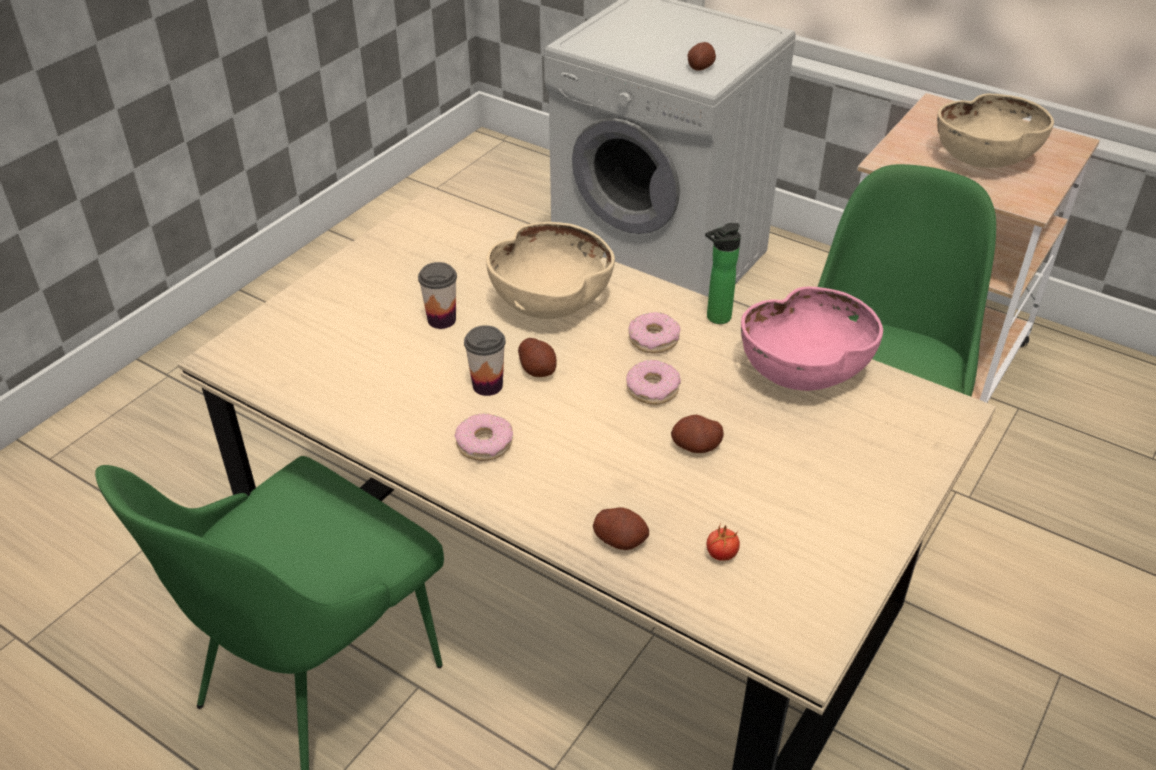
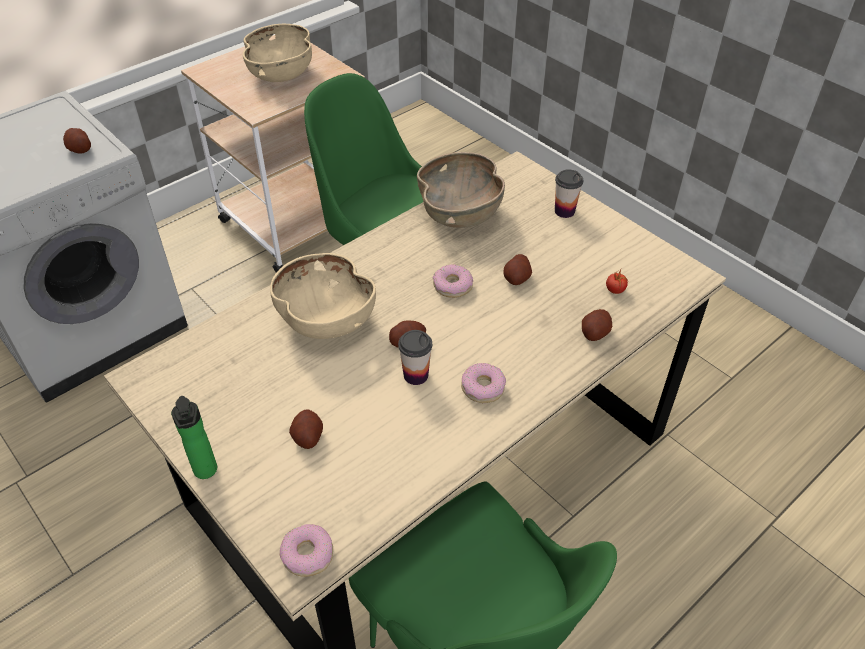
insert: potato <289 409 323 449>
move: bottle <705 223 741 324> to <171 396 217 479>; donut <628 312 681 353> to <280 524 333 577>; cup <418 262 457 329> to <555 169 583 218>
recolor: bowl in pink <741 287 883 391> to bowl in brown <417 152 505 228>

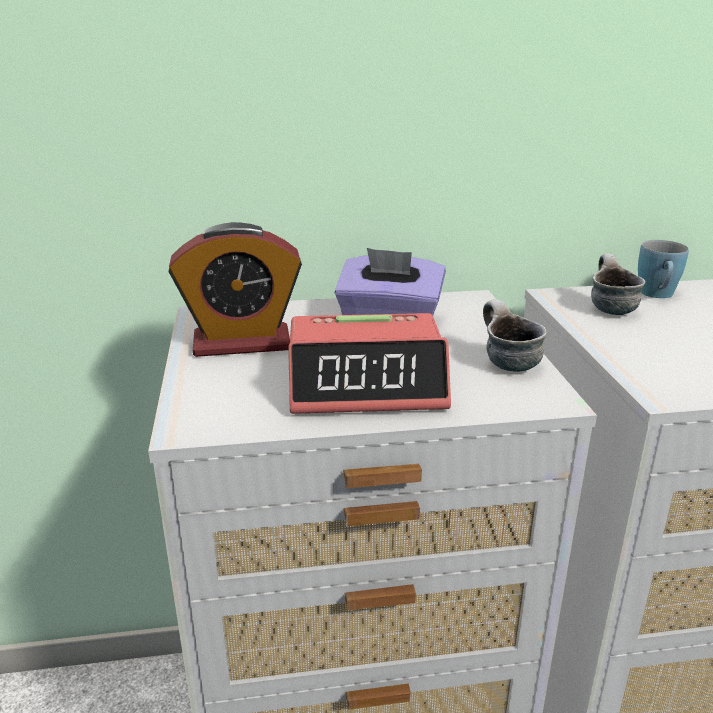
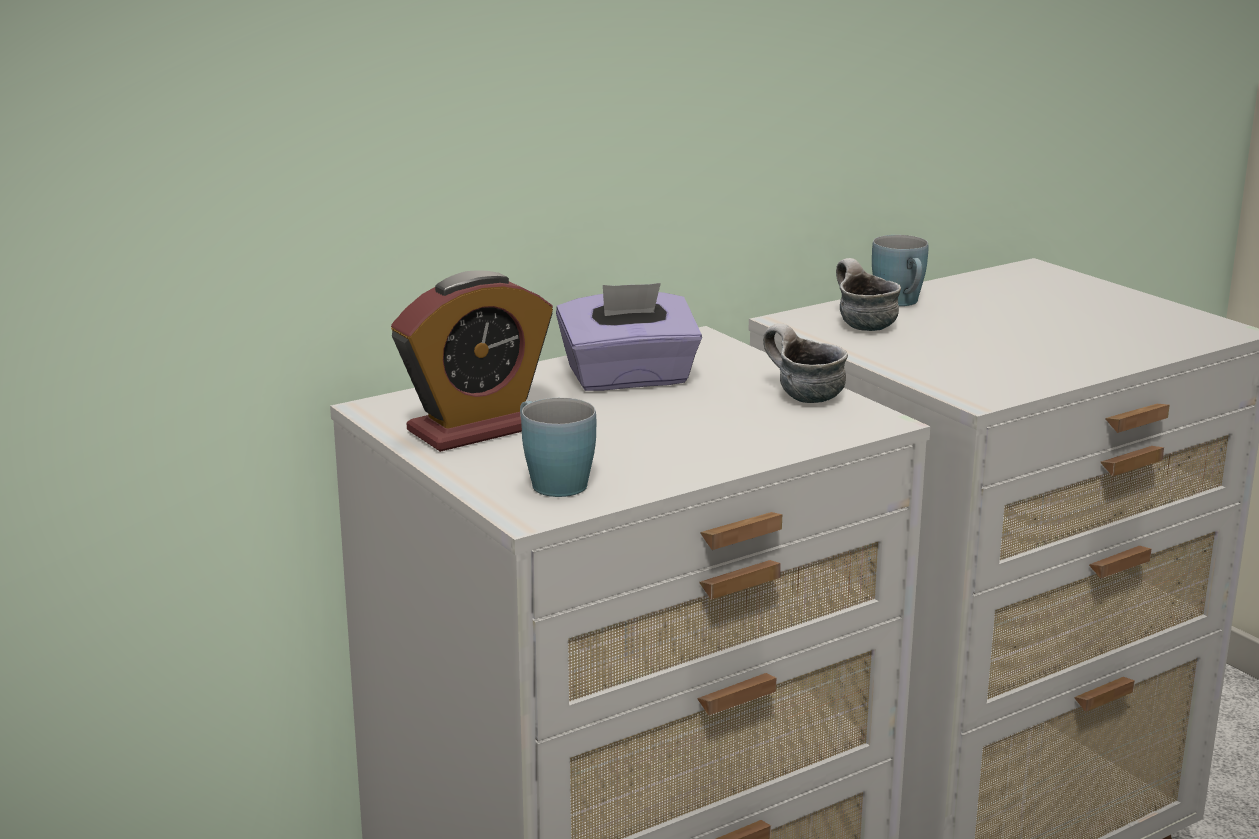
delete: alarm clock <288 313 451 414>
insert: mug in blue <520 398 596 497>

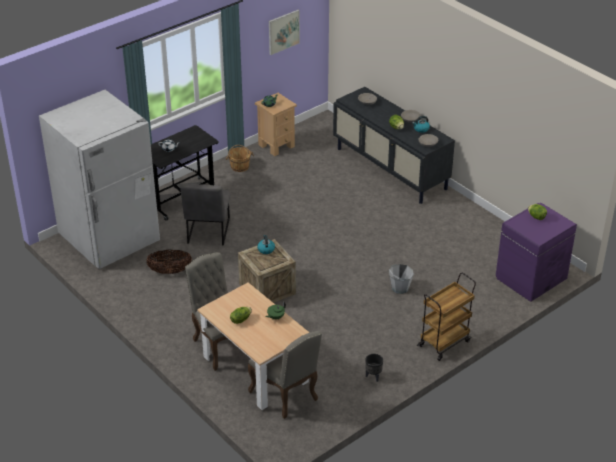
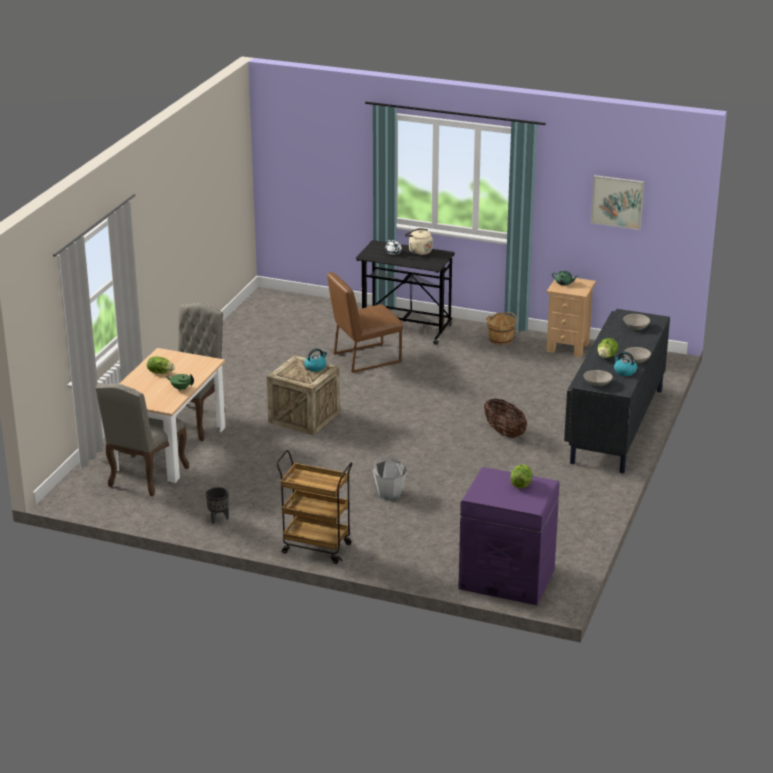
delete: fridge in white <39 89 160 269>
insert: kettle in beige <404 228 433 255>
move: basket <146 249 192 274> to <484 399 527 438>
recolor: chair in grey <180 184 231 245> to chair in brown <327 272 403 373>

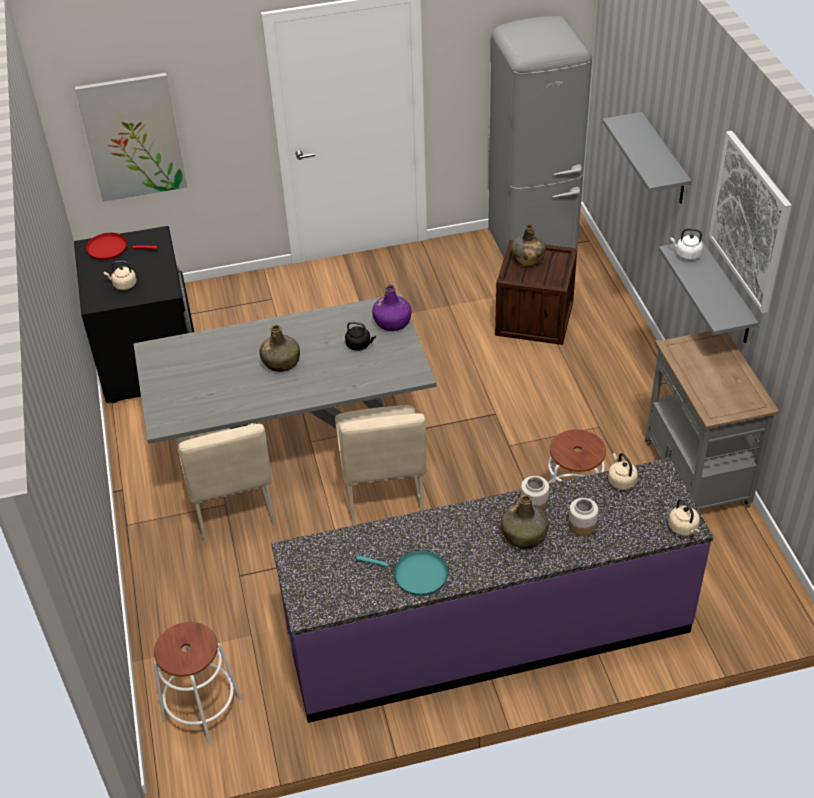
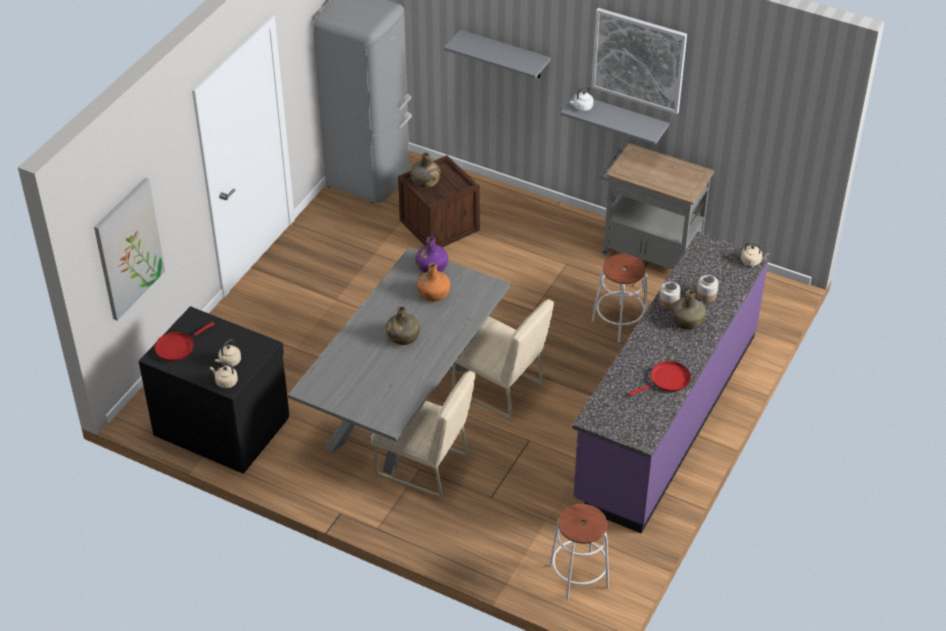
move: kettle in beige <608 453 638 490> to <210 362 238 388>
replace: kettle in black <345 322 376 351> to bottle in orange <417 263 450 302>
recolor: frying pan in turquoise <356 550 449 596> to frying pan in red <629 361 691 396>

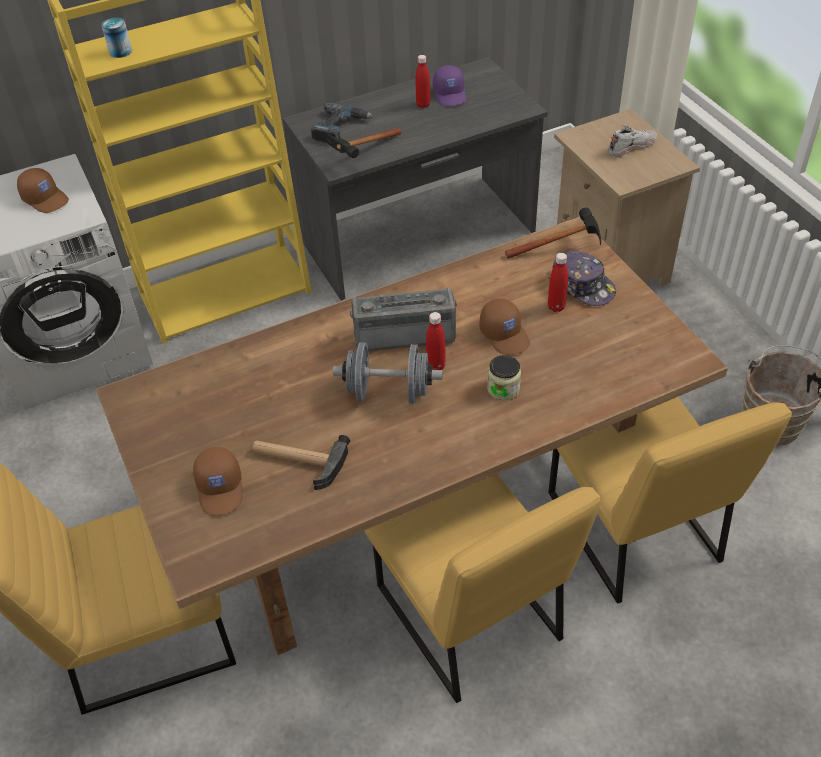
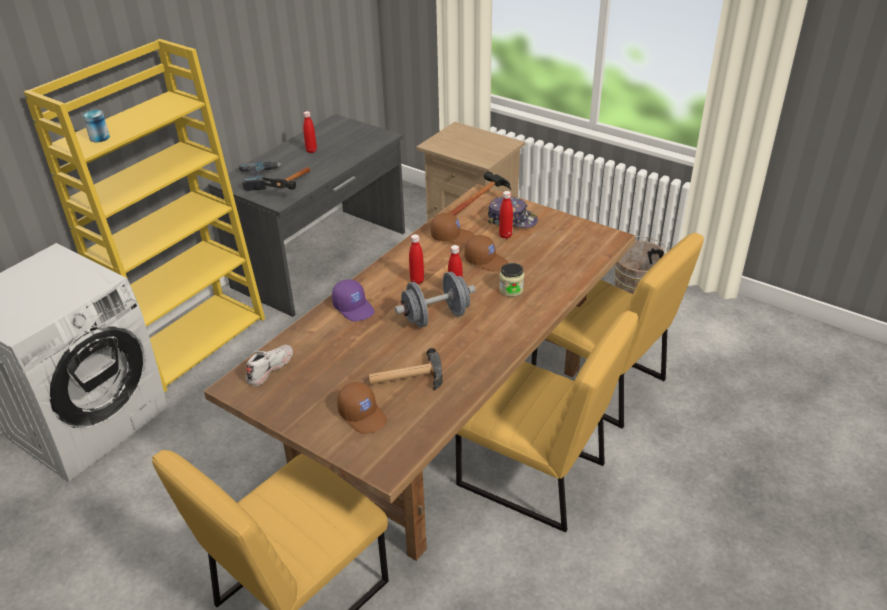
move: shoe in white <608 125 657 158> to <245 345 293 386>; cap in purple <433 65 466 106> to <332 279 375 322>; cap in brown <17 168 69 213> to <431 213 474 244>
replace: radio <350 288 457 351> to bottle in red <409 234 424 284>

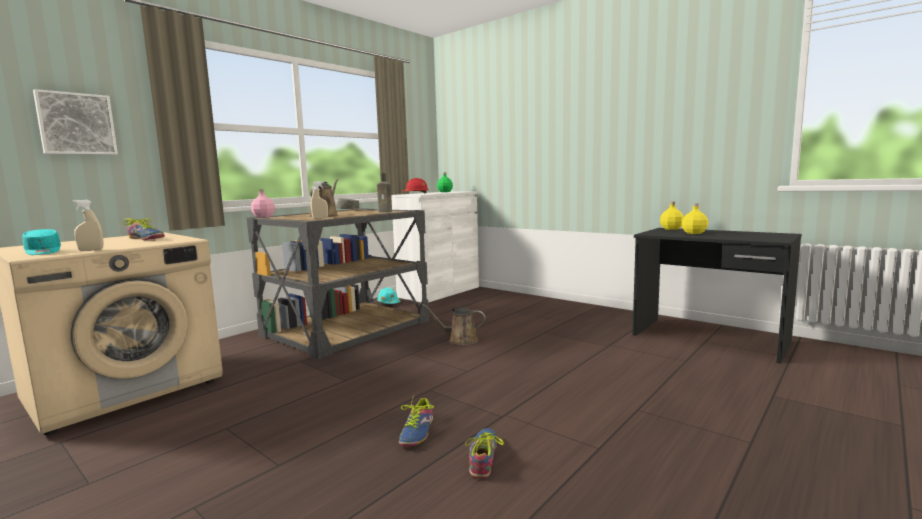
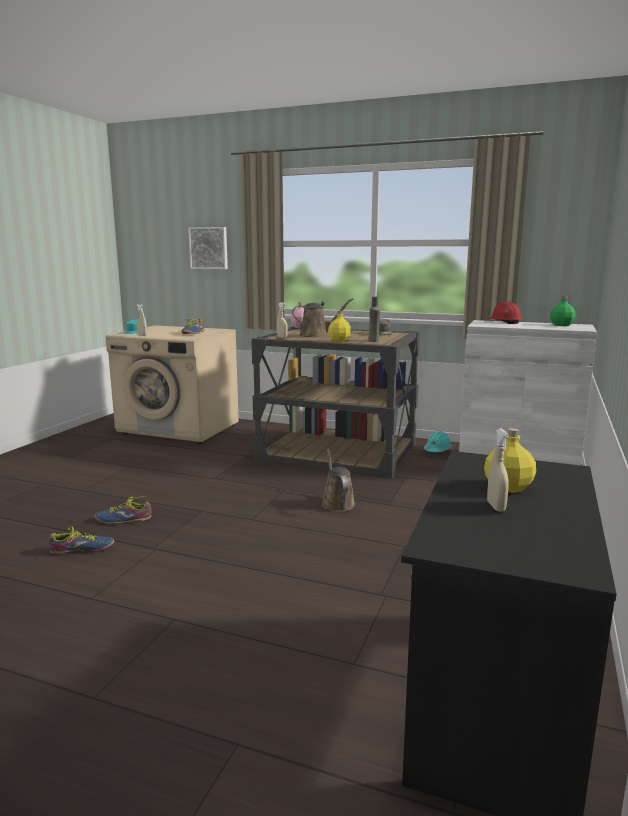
insert: spray bottle in beige <487 428 509 512>
move: bottle in yellow <660 202 684 230> to <328 311 351 341>

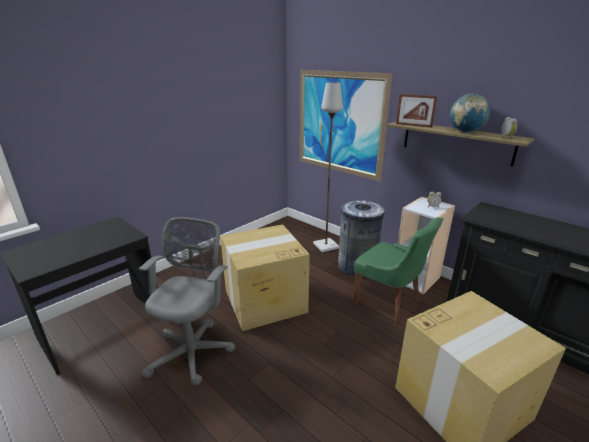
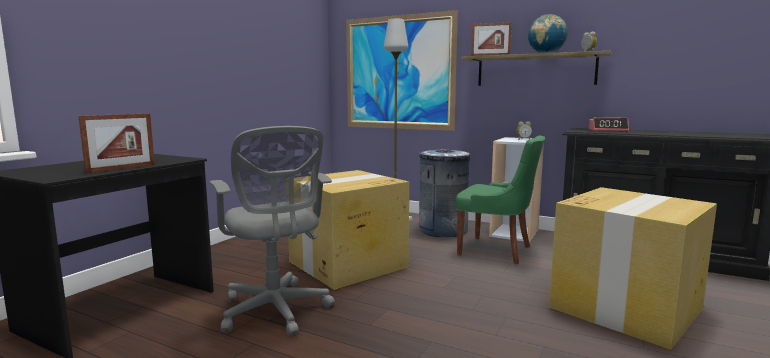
insert: picture frame <78 113 155 173>; alarm clock <589 117 629 132>
rotate: office chair in grey <139 217 235 385> = <210 126 335 336> 150 degrees clockwise

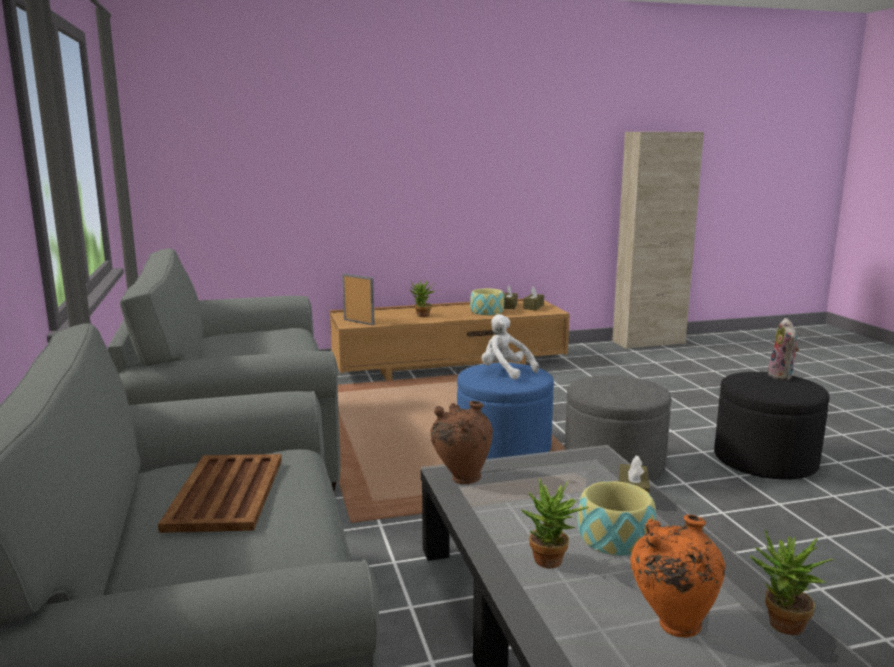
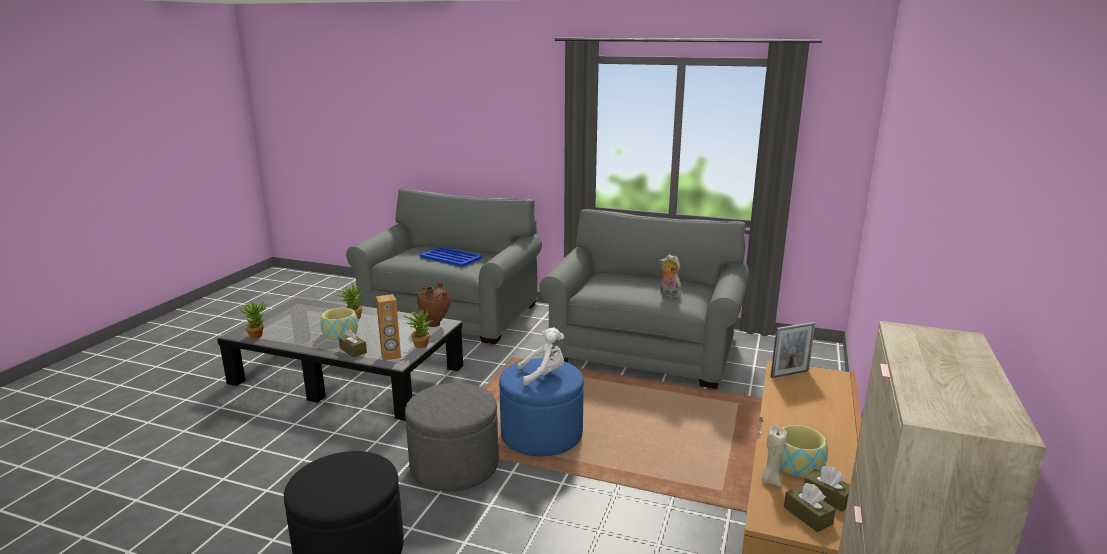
delete: vase in orange <630 515 725 638>
insert: speaker in brown <376 294 401 361>; candle in beige <761 425 787 487>
move: potted plant <410 280 435 317> to <403 307 433 348>; plush toy <768 318 799 380> to <659 254 681 298>
recolor: tray in brown <158 454 282 533> to tray in blue <420 247 483 267>

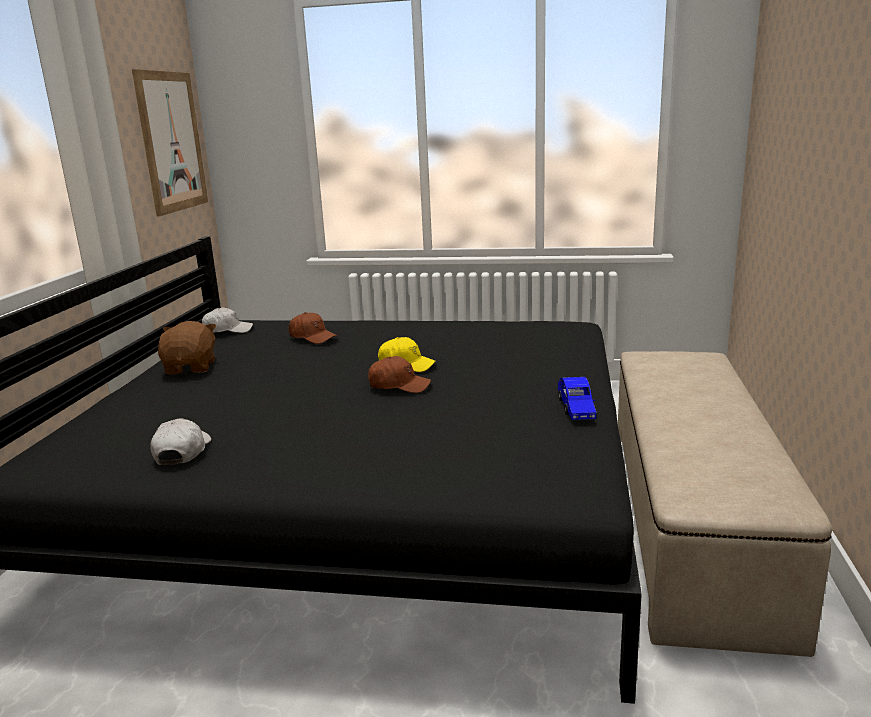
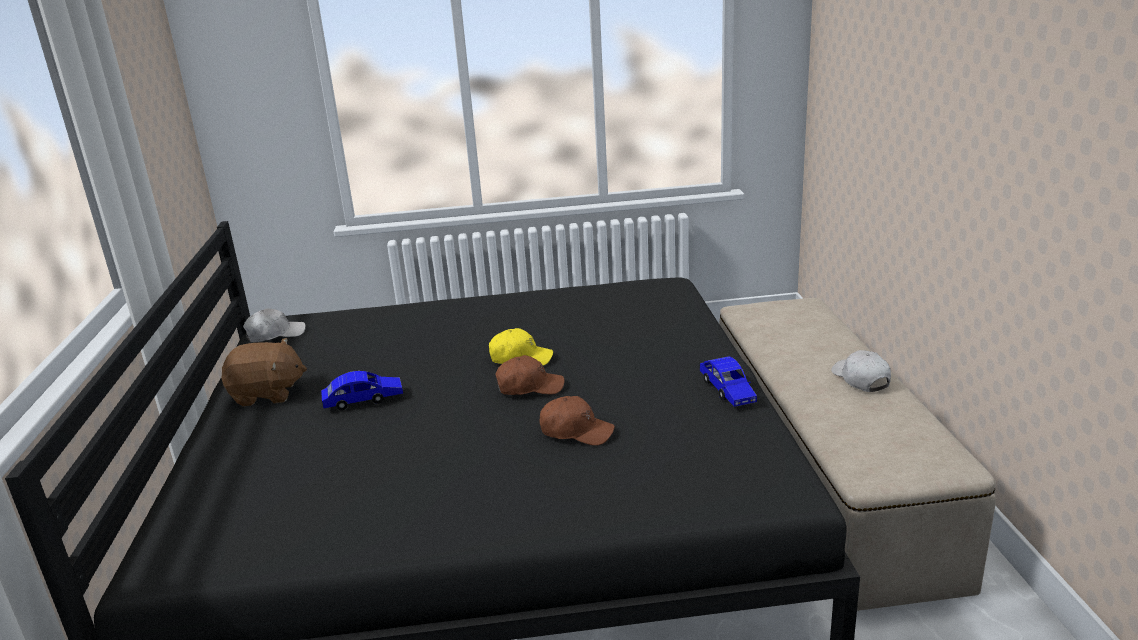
delete: picture <132 69 208 216>
insert: toy car in blue <321 371 403 410>
move: cap in brown <288 312 338 344> to <539 396 615 446>; cap in white <150 418 211 465> to <831 350 891 392>
rotate: plush toy in brown <158 321 216 375> = <222 338 307 407> 105 degrees clockwise

